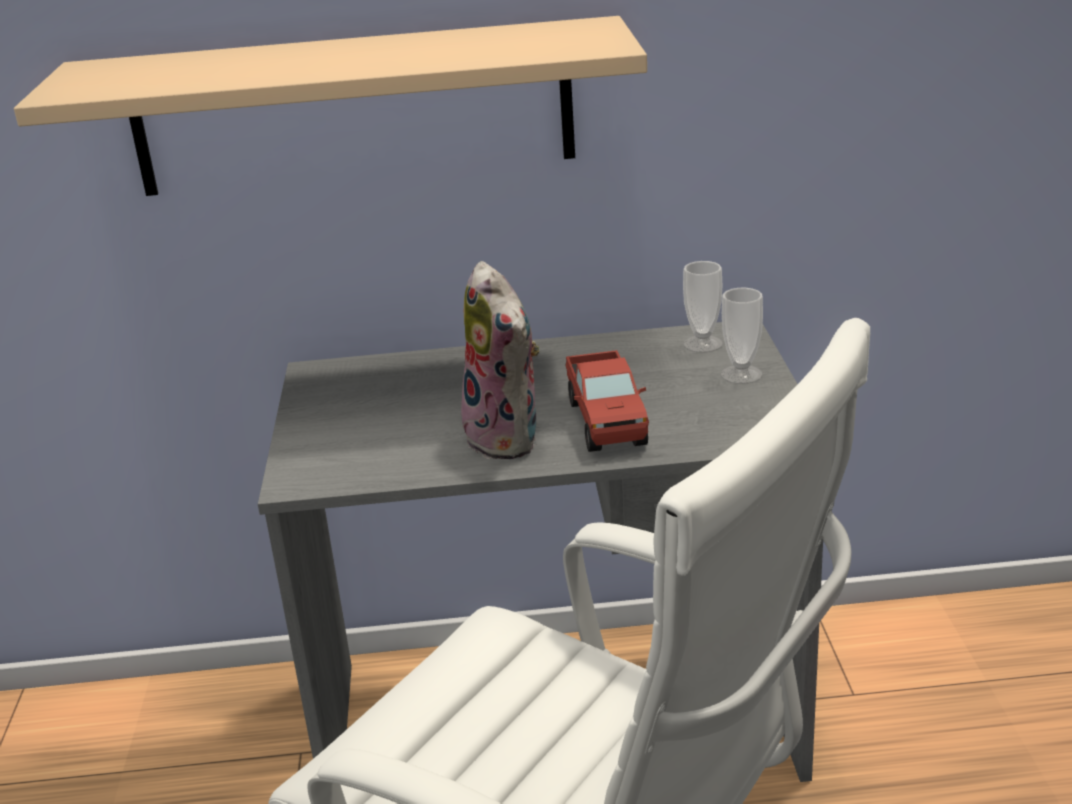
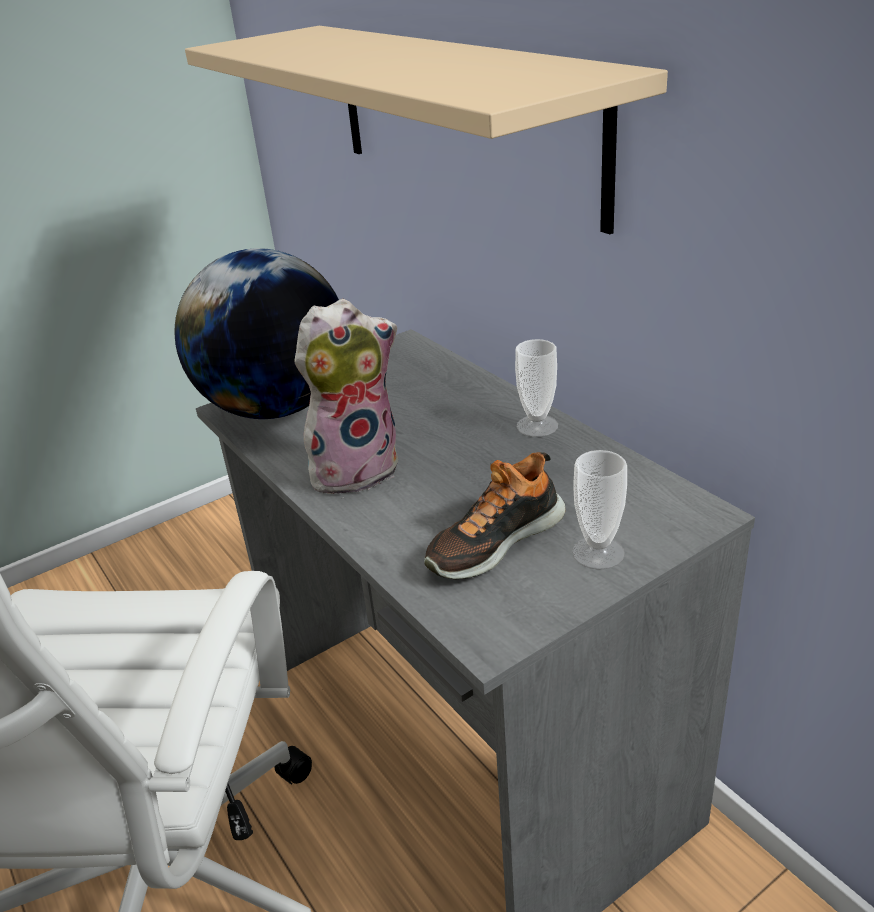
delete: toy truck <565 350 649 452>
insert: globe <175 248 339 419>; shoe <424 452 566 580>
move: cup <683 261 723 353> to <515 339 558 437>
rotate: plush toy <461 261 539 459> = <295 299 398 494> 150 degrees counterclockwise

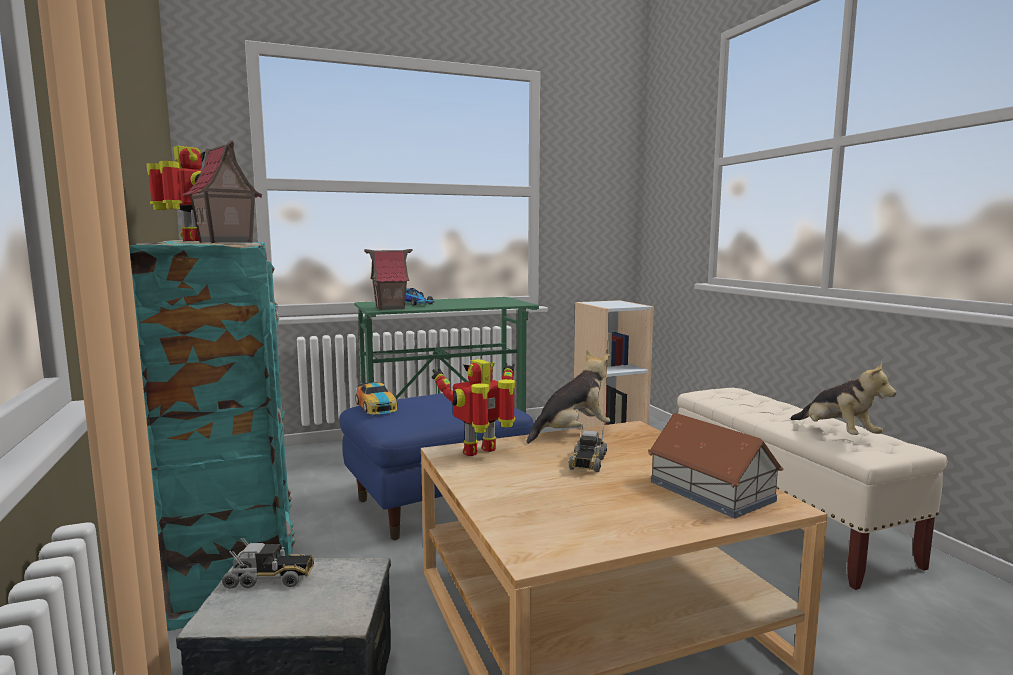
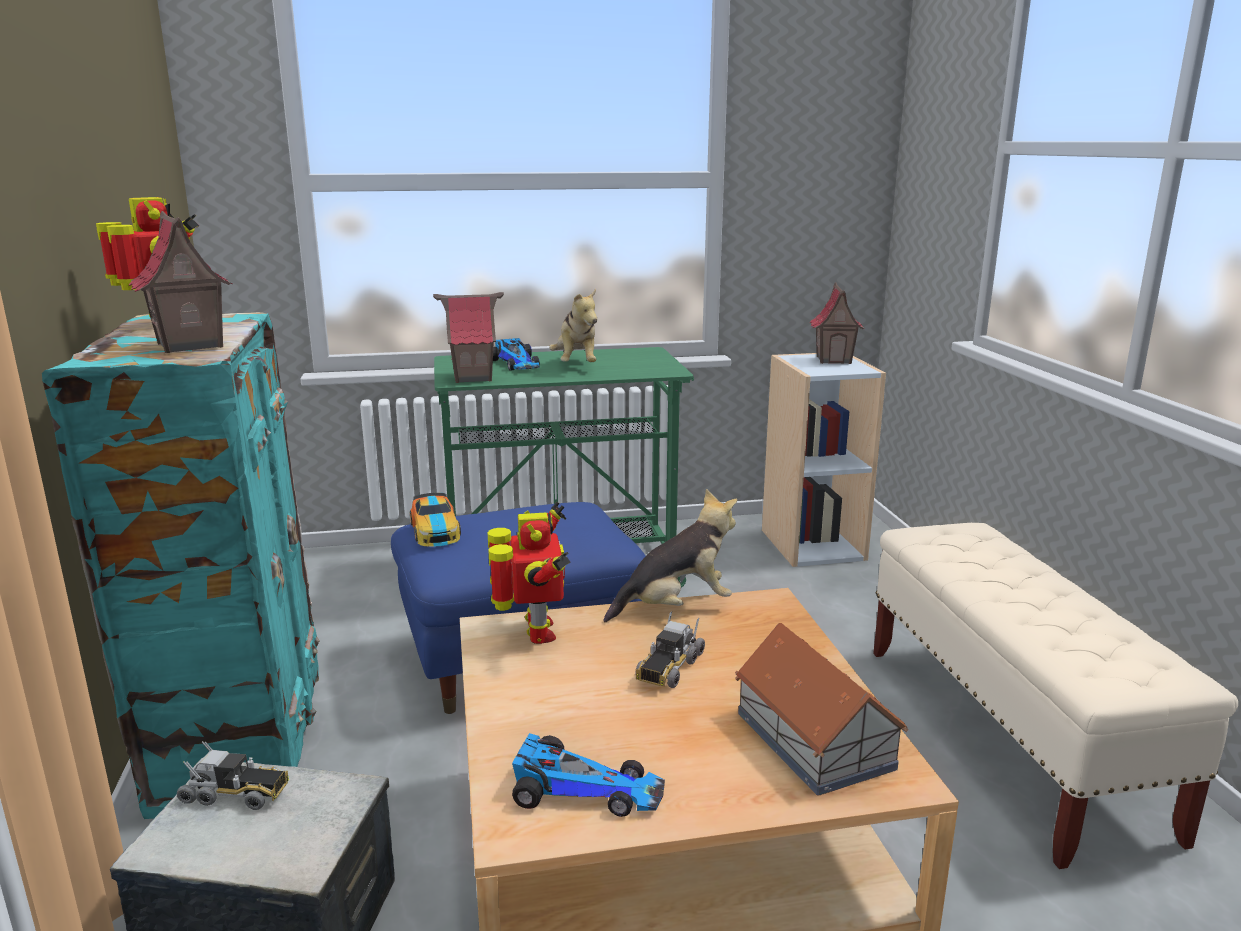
insert: toy car <512 733 665 817>; toy house <809 282 865 364>
move: plush toy <790 361 896 435> to <549 289 597 362>
rotate: toy robot <432 359 516 456> = <488 502 570 644> 105 degrees clockwise

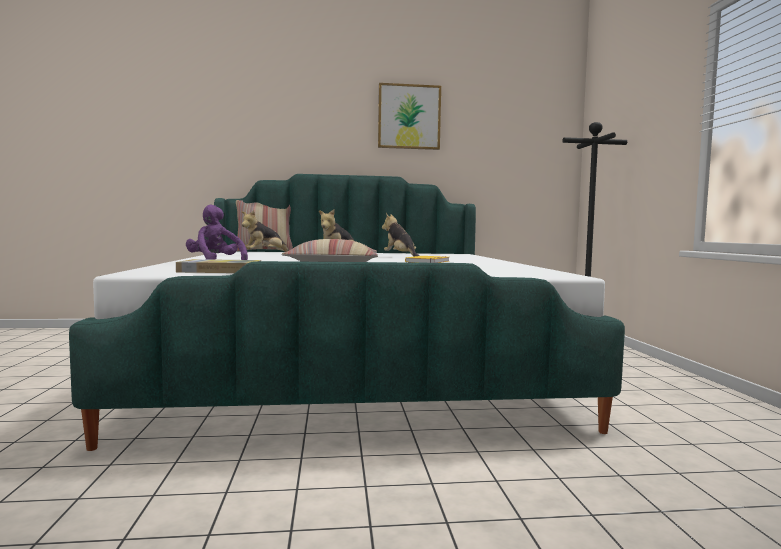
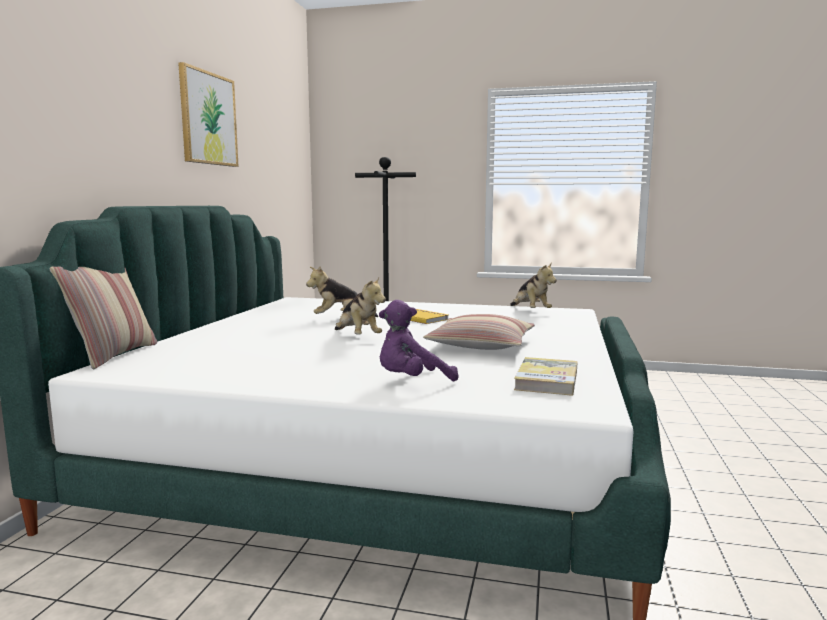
move: plush toy <241 210 289 252> to <510 262 557 308>

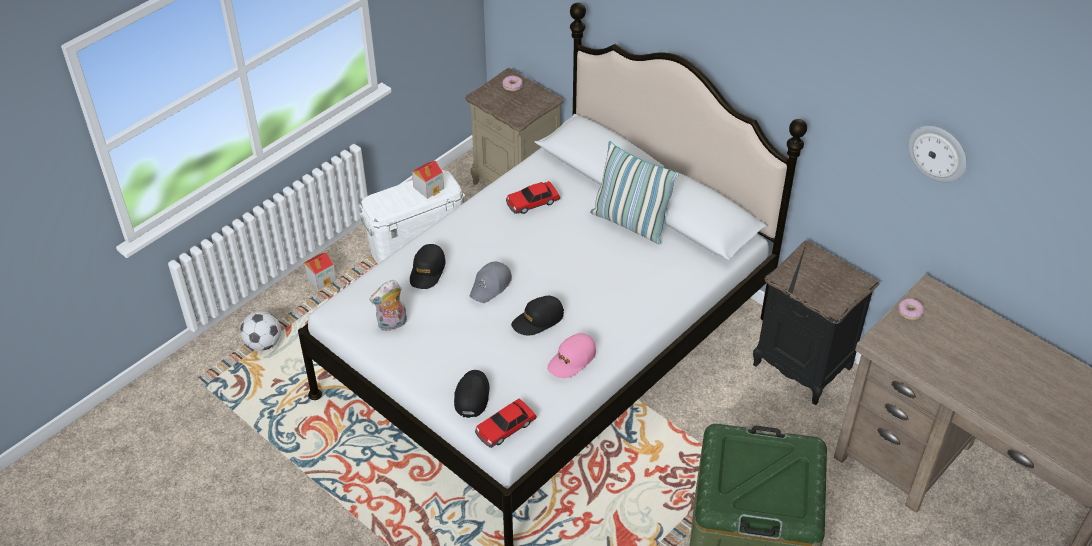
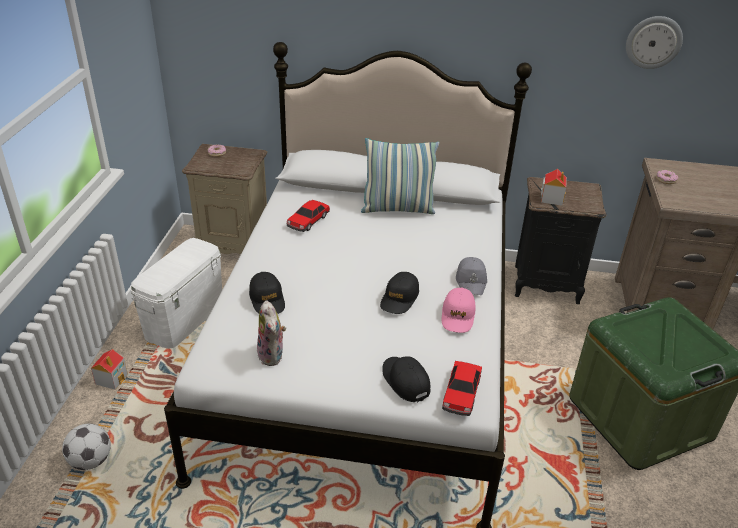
move: cap in grey <470 262 512 303> to <456 257 487 295>; toy house <412 161 444 199> to <541 169 567 205>
rotate: plush toy <369 280 407 331> = <257 300 286 366> 45 degrees counterclockwise

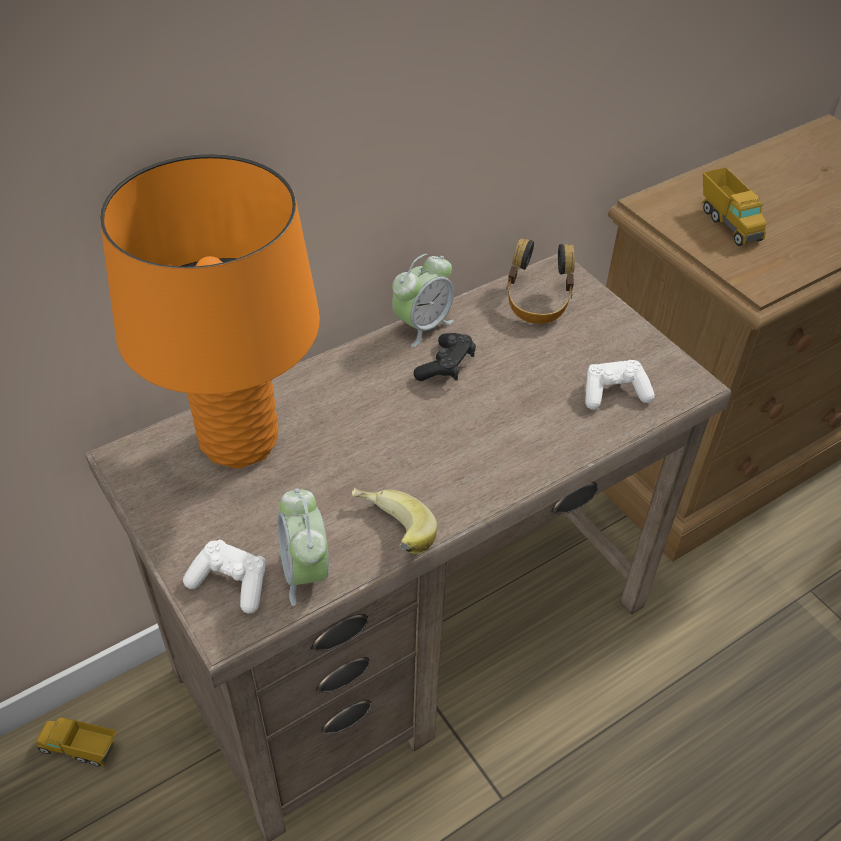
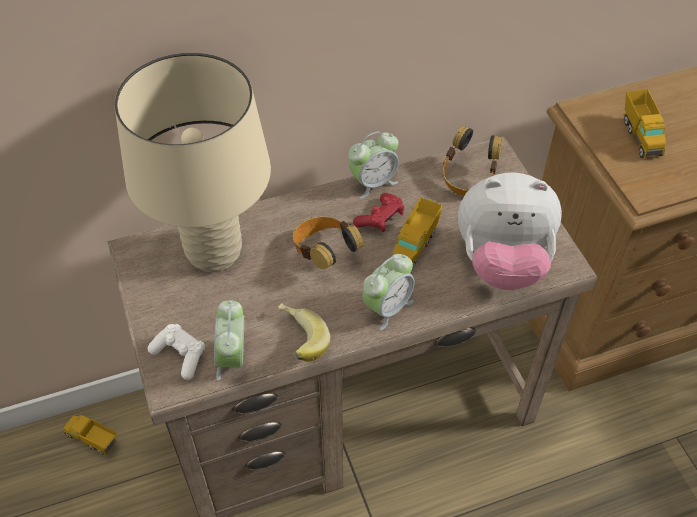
insert: headphones <293 217 364 269>; alarm clock <362 254 415 330>; toy truck <392 197 443 272>
replace: game controller in white <585 360 655 410> to plush toy <458 173 562 290>
recolor: table lamp in orange <100 154 320 469> to table lamp in beige <115 53 271 272>; game controller in black <414 333 476 381> to game controller in red <353 193 405 232>

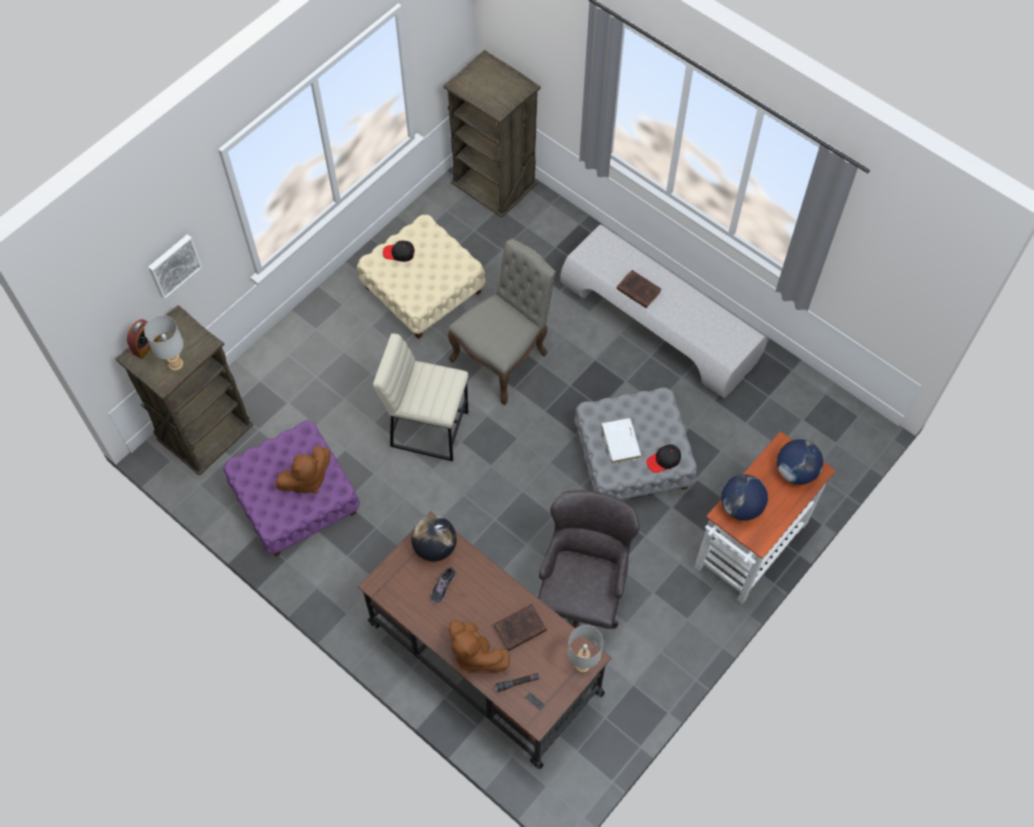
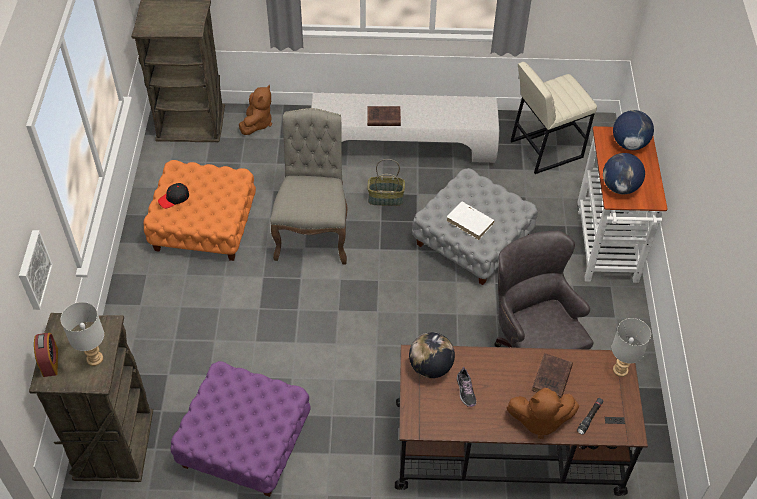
delete: cap in black <646 444 681 473>
insert: basket <367 159 405 206>
move: plush toy in brown <276 446 330 494> to <239 85 272 135>; chair in beige <373 333 469 461> to <511 62 597 174>
recolor: ottoman in beige <357 215 485 339> to ottoman in orange <143 160 256 261>

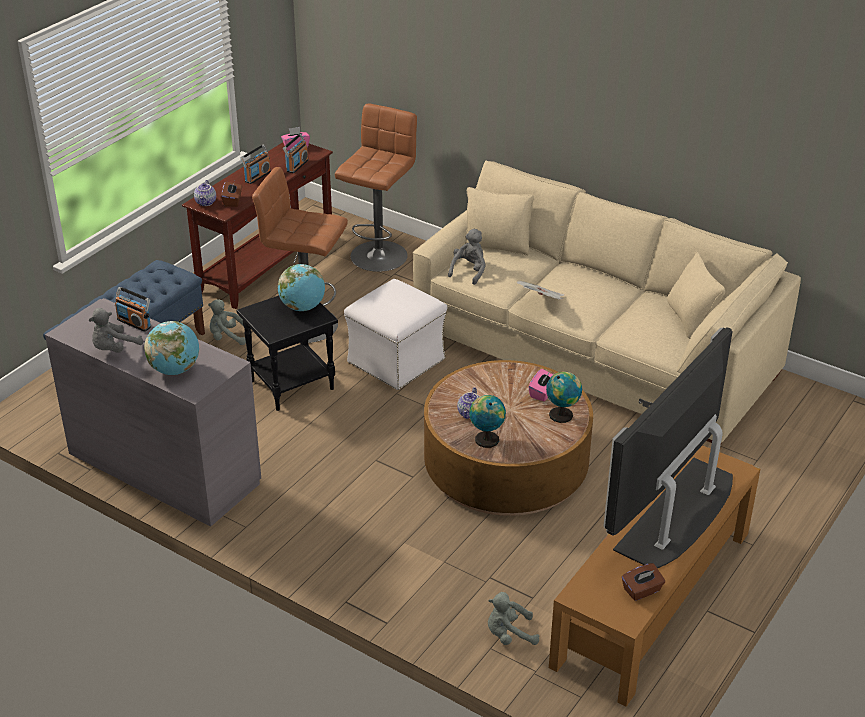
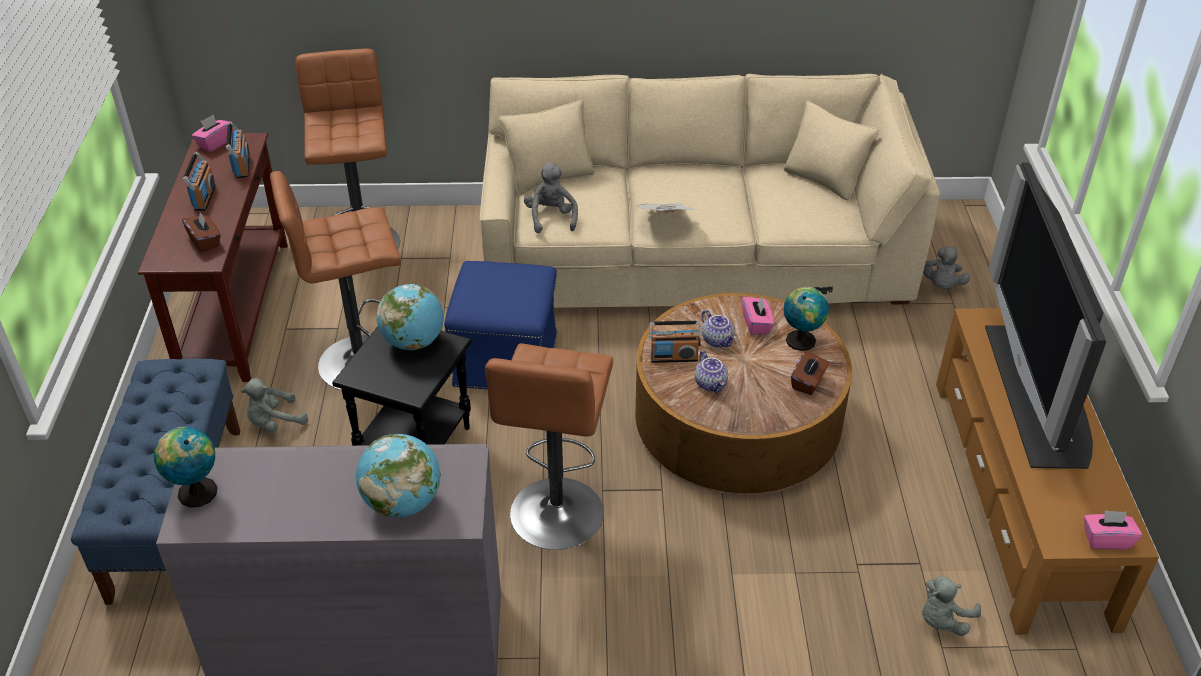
insert: stool in brown <485 343 613 550>; tissue box in pink <1084 510 1142 550>
move: globe <469 395 506 448> to <154 427 217 508>; radio <115 287 151 332> to <649 321 701 363>; teapot <194 180 216 206> to <702 310 736 348>; tissue box in brown <622 563 665 601> to <791 351 829 395>; plush toy in grey <89 308 143 353> to <923 246 970 289>
recolor: ottoman in white <344 279 448 390> to ottoman in blue <444 261 557 389>

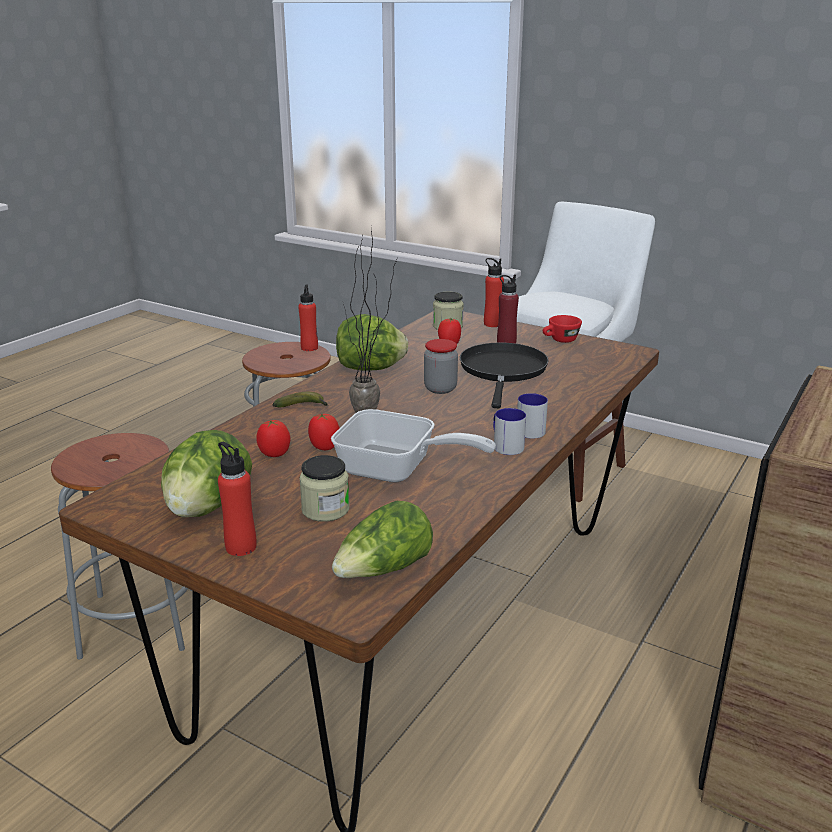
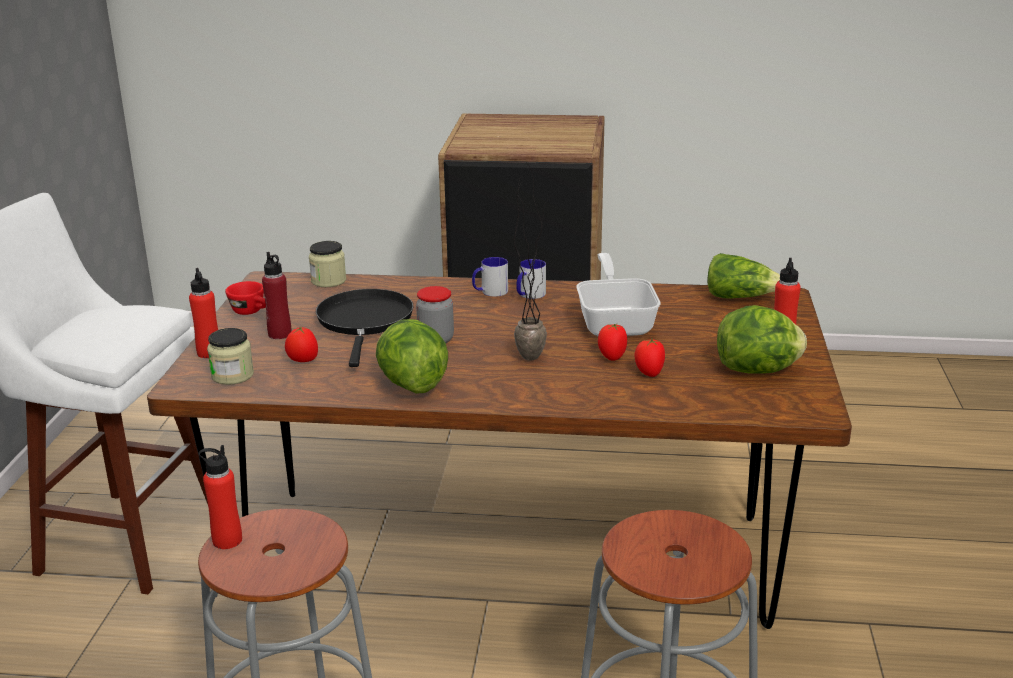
delete: banana <273 392 328 407>
move: jar <299 455 350 522> to <309 241 346 287>
rotate: frying pan in black <460 342 549 408> = <316 289 413 367> 105 degrees clockwise

